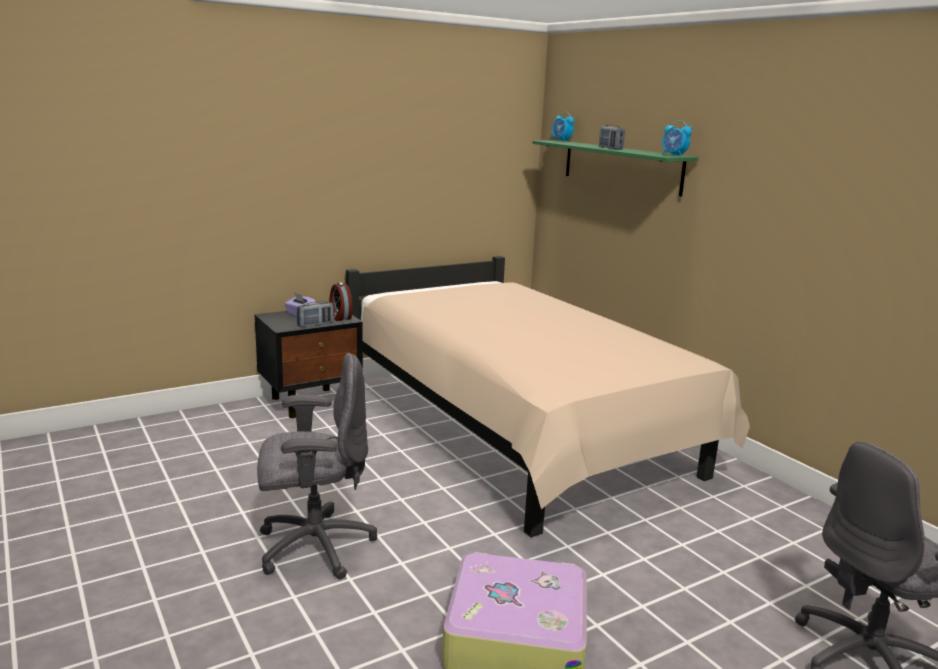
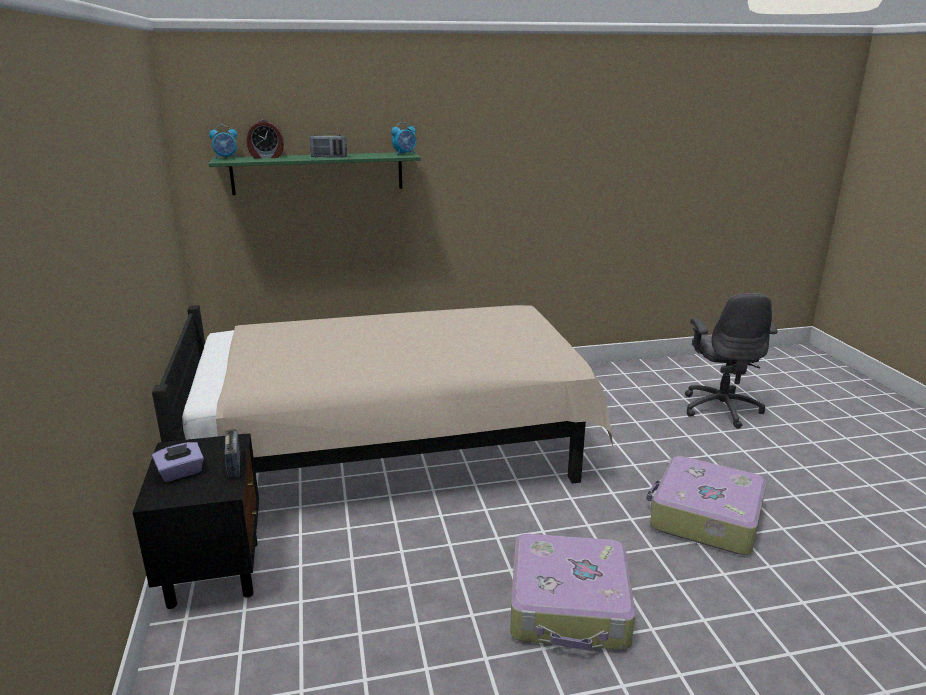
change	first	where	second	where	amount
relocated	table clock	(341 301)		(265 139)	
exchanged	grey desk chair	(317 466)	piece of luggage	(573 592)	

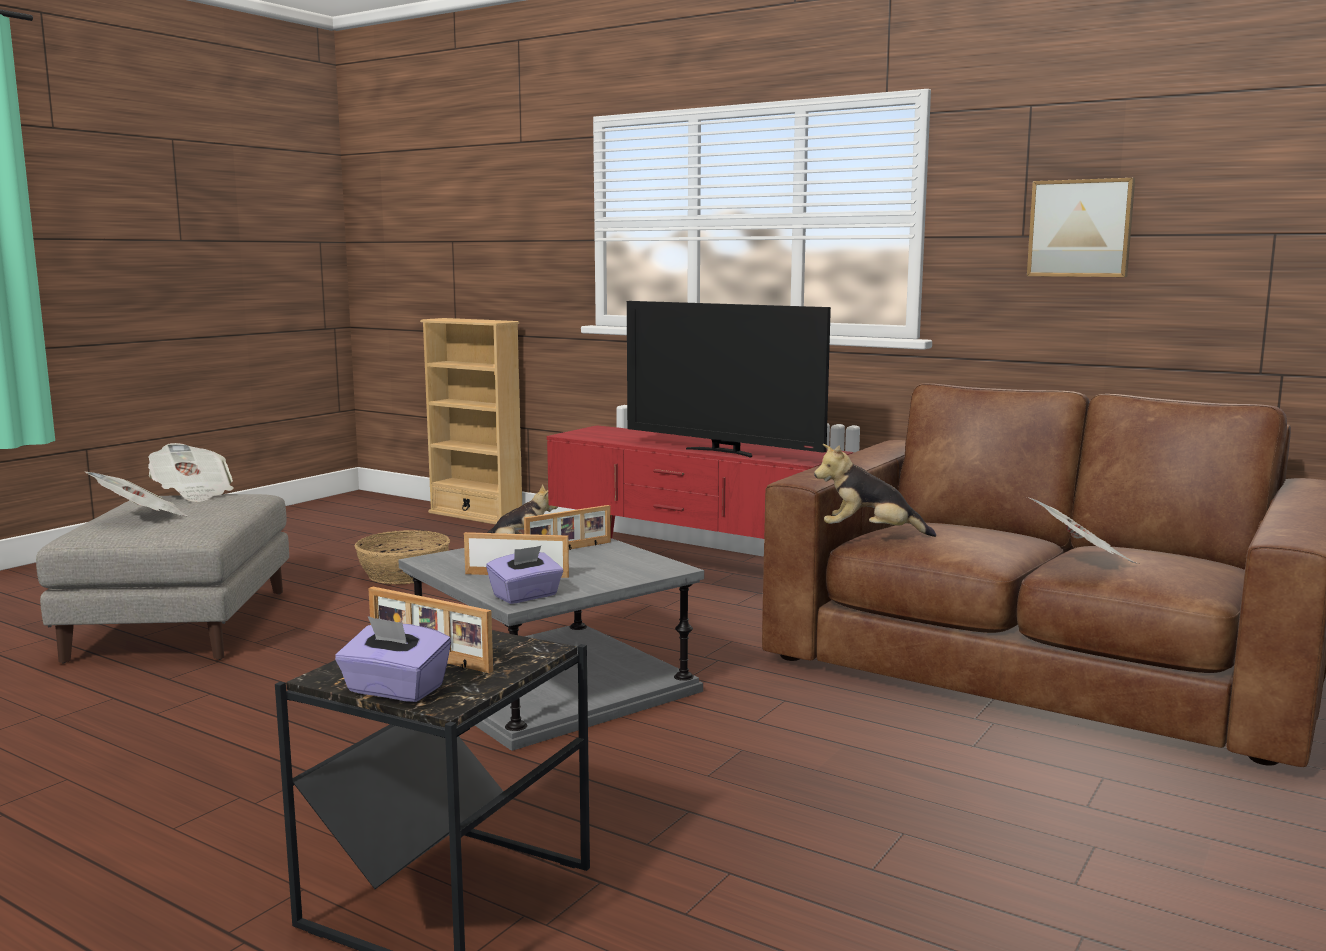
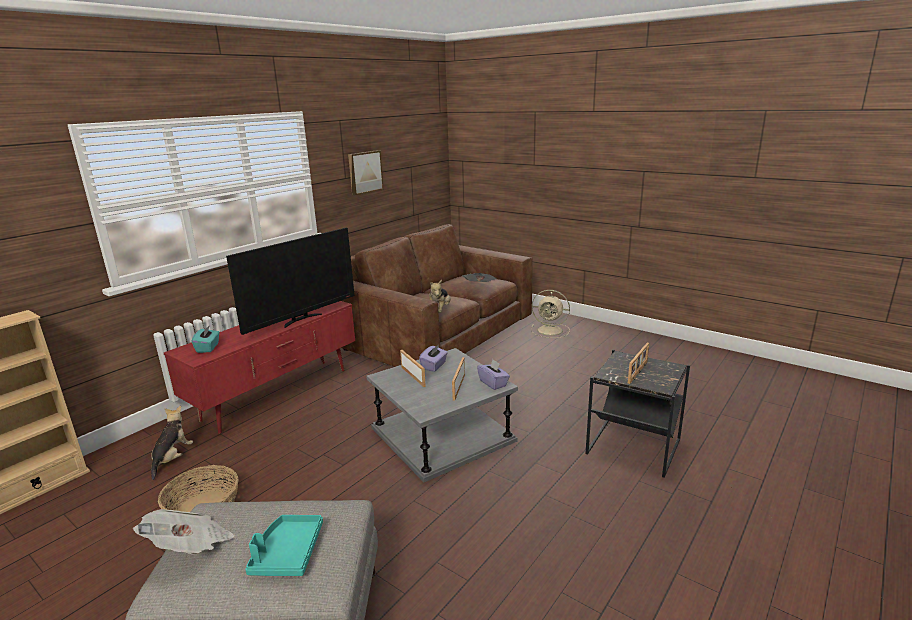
change	first	where	second	where	amount
appeared			blue-green tissue box	(205 339)	
exchanged	newspaper	(136 494)	blue-green carrying tray	(284 545)	
relocated	purple tissue box	(393 659)		(433 358)	
appeared			beige-coloured electric fan	(550 314)	

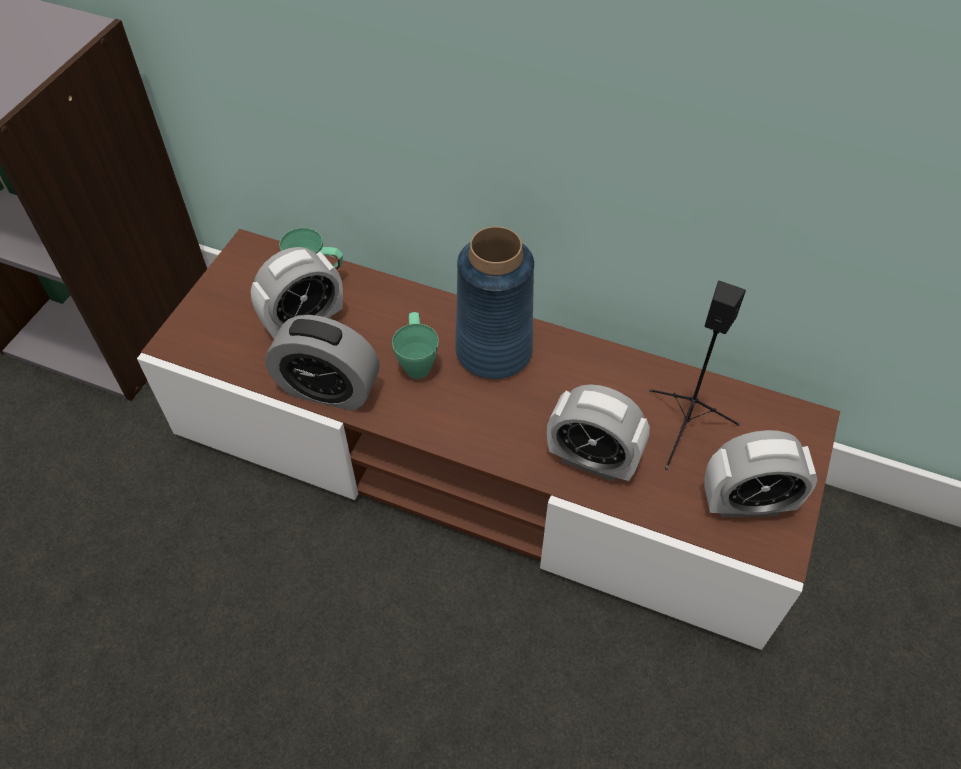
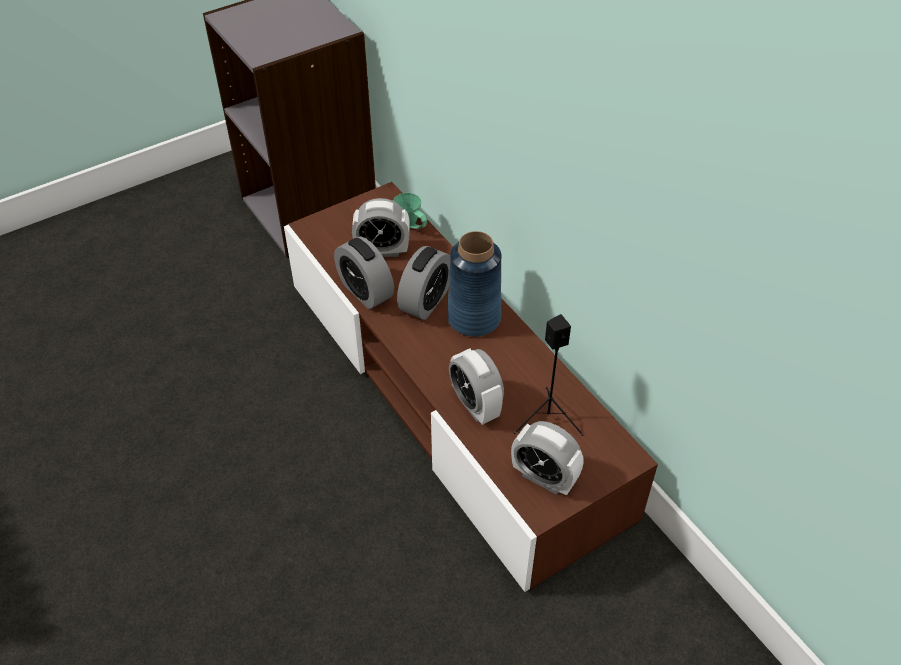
change	first	where	second	where	amount
exchanged	greenish coffee mug	(415 345)	table clock	(423 283)	

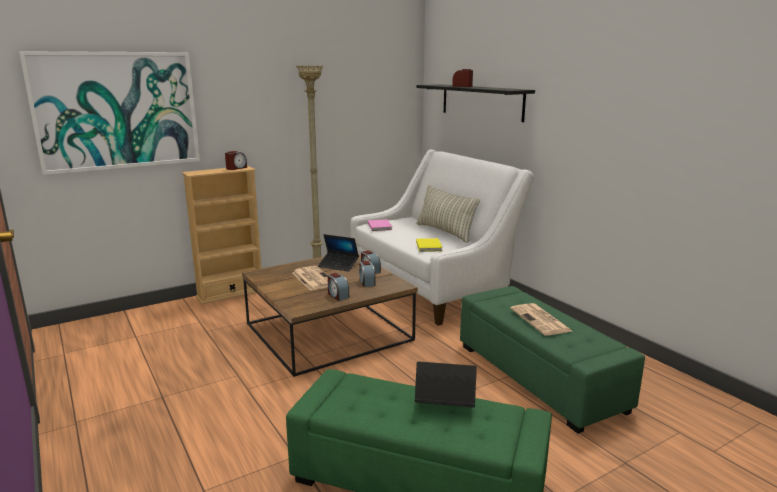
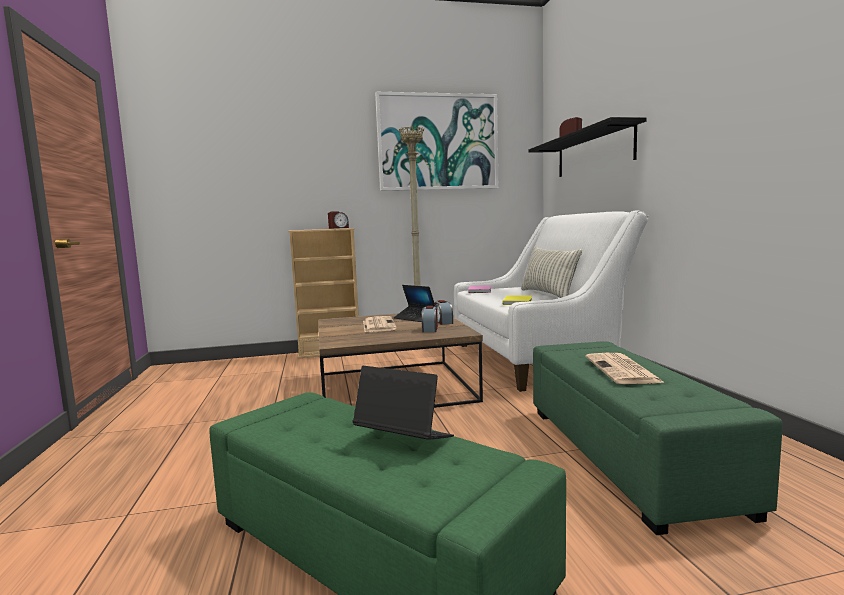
change	first	where	second	where	amount
relocated	wall art	(109 113)		(436 141)	
missing	table clock	(338 287)			

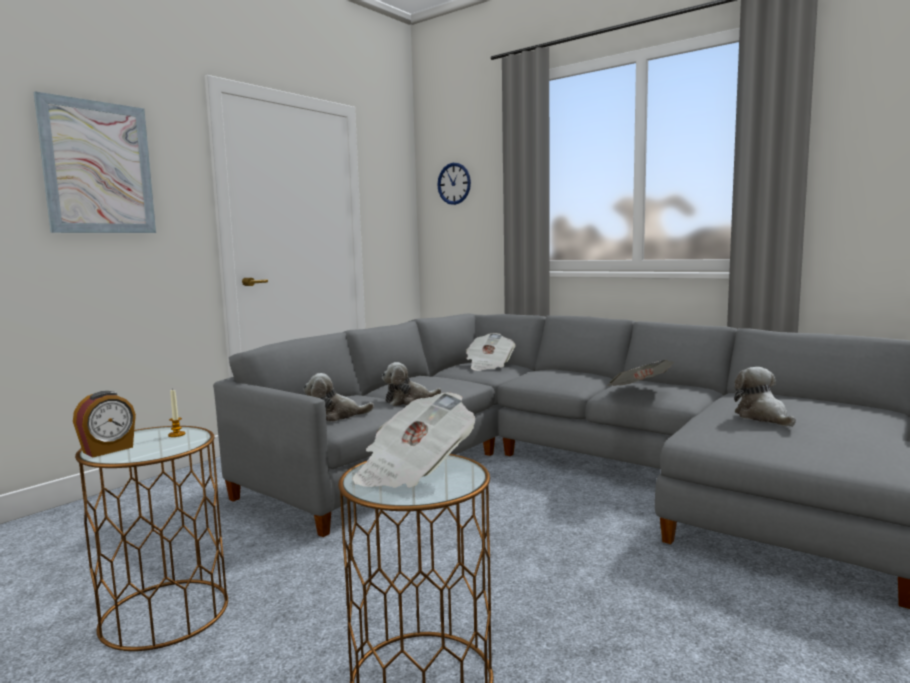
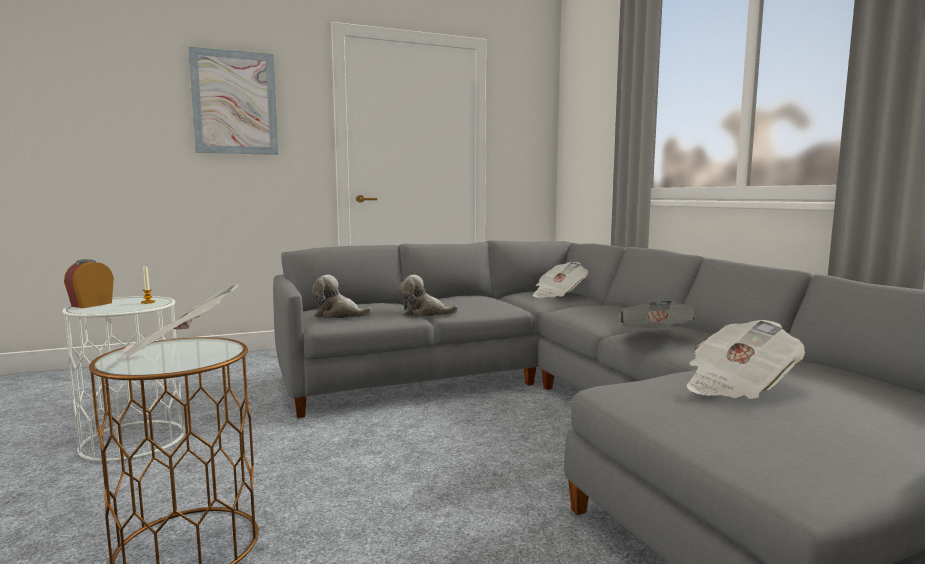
change	first	where	second	where	amount
colour	brown end table	(151 538)	white end table	(123 379)	
spun	table clock	(104 424)		(89 283)	135 degrees clockwise
exchanged	soft toy	(765 397)	newspaper	(746 359)	
missing	clock on the wall	(454 184)			

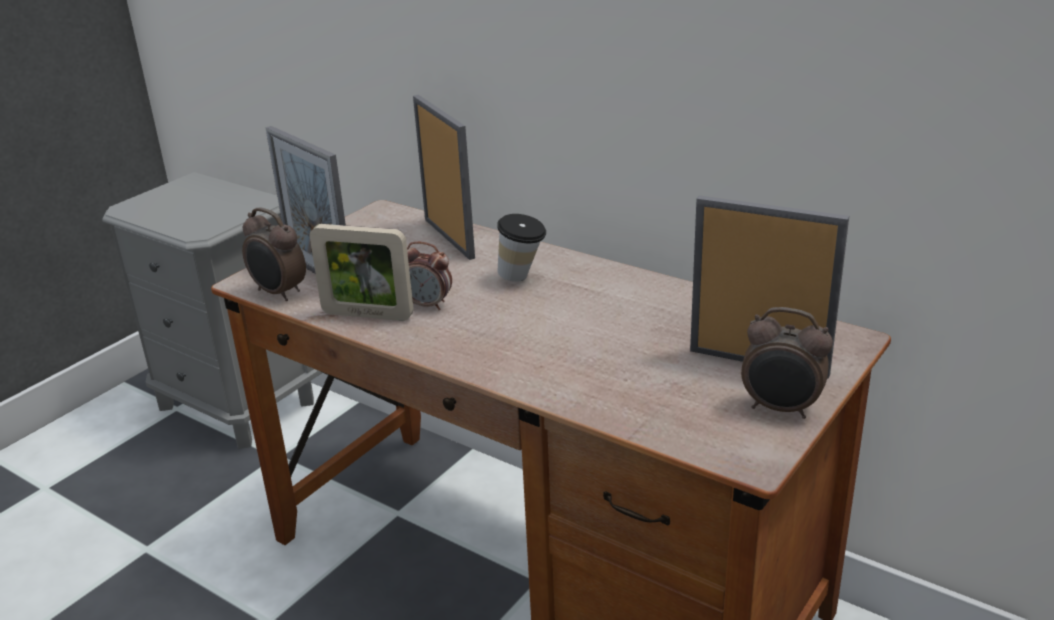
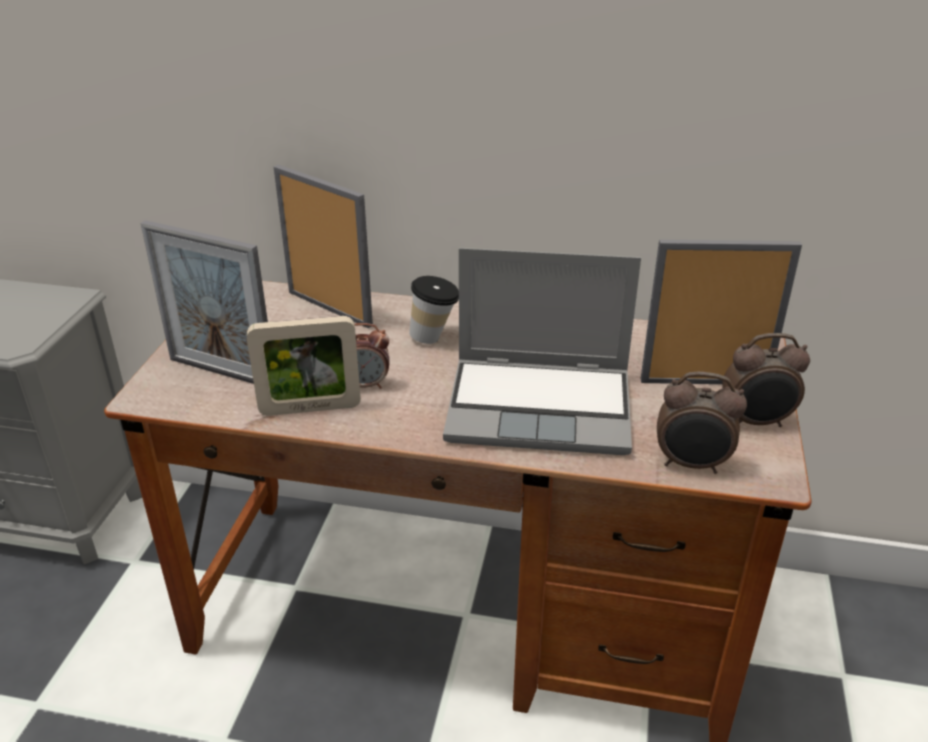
change	first	where	second	where	amount
appeared			portable computer	(542 351)	
relocated	table clock	(274 254)		(702 423)	

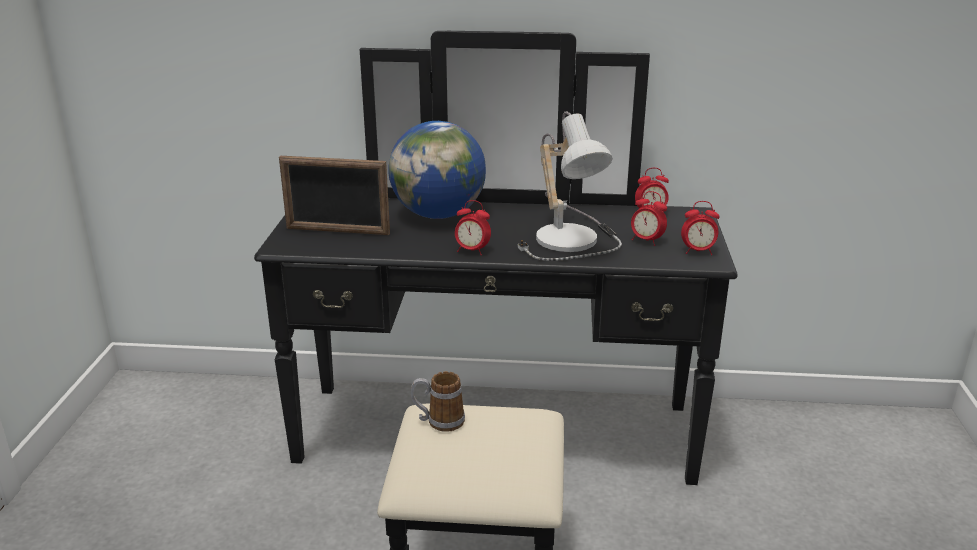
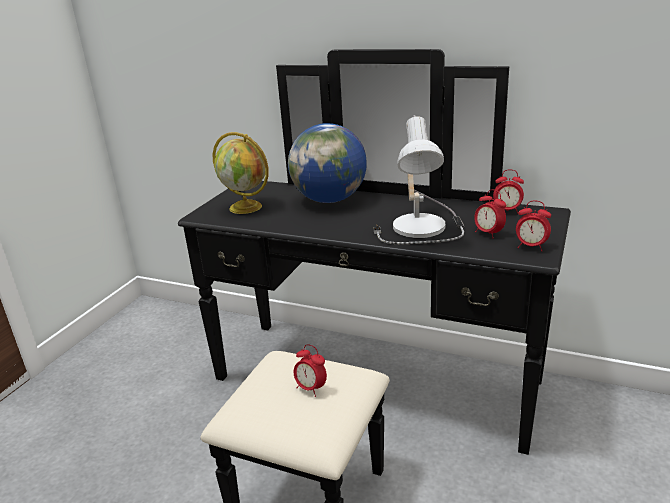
change	first	where	second	where	amount
exchanged	standing frame	(334 195)	globe	(240 173)	
relocated	table clock	(473 227)		(310 370)	
missing	coffee mug	(438 401)			

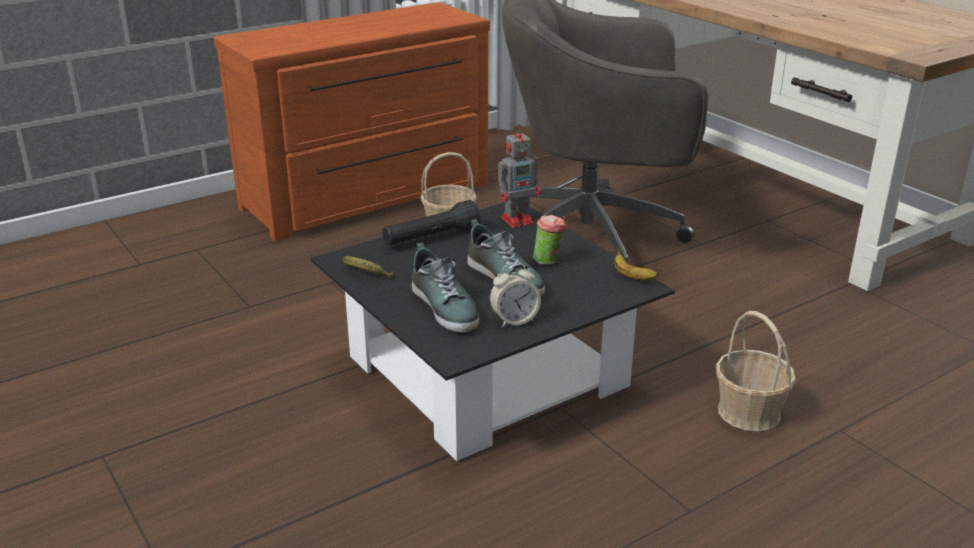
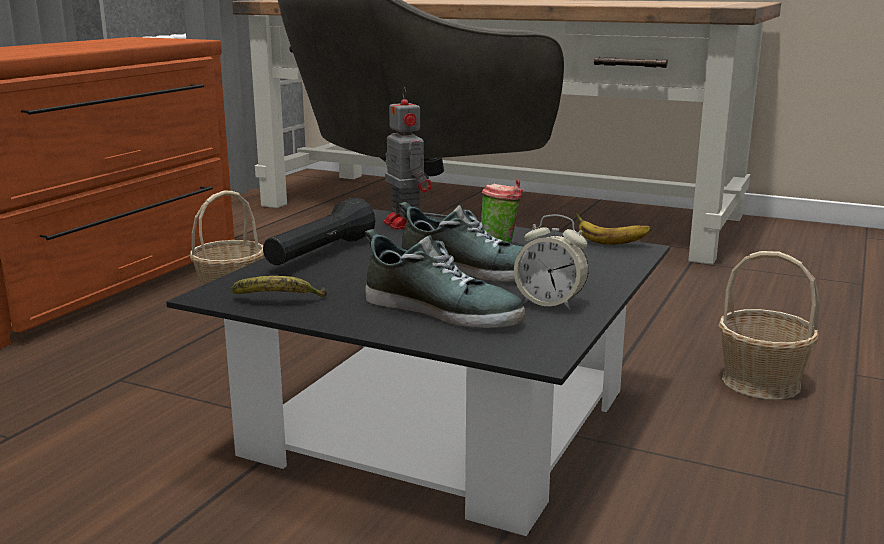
change	first	where	second	where	amount
spun	toy robot	(519 176)		(408 158)	60 degrees counterclockwise
spun	table clock	(515 295)		(551 262)	75 degrees clockwise

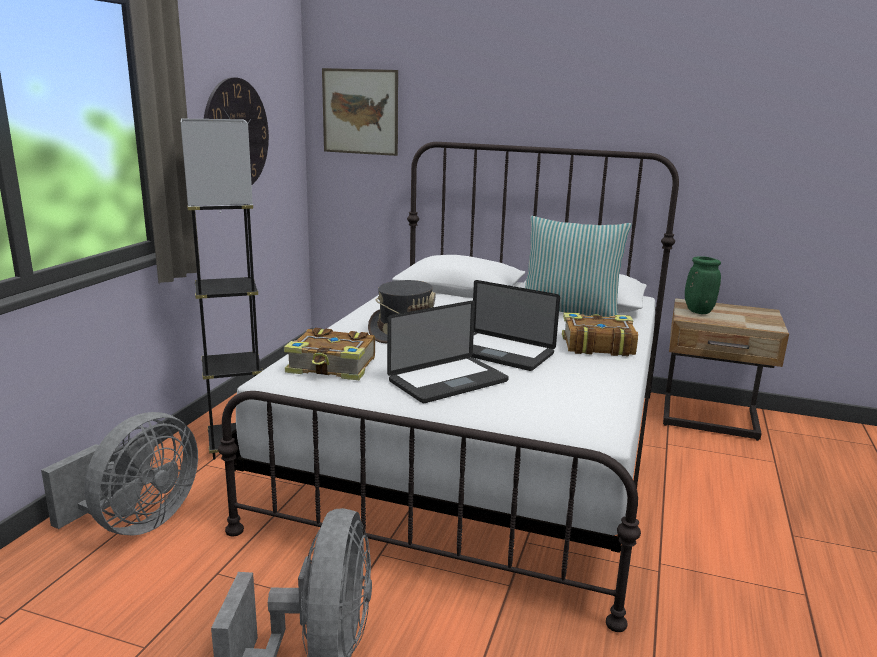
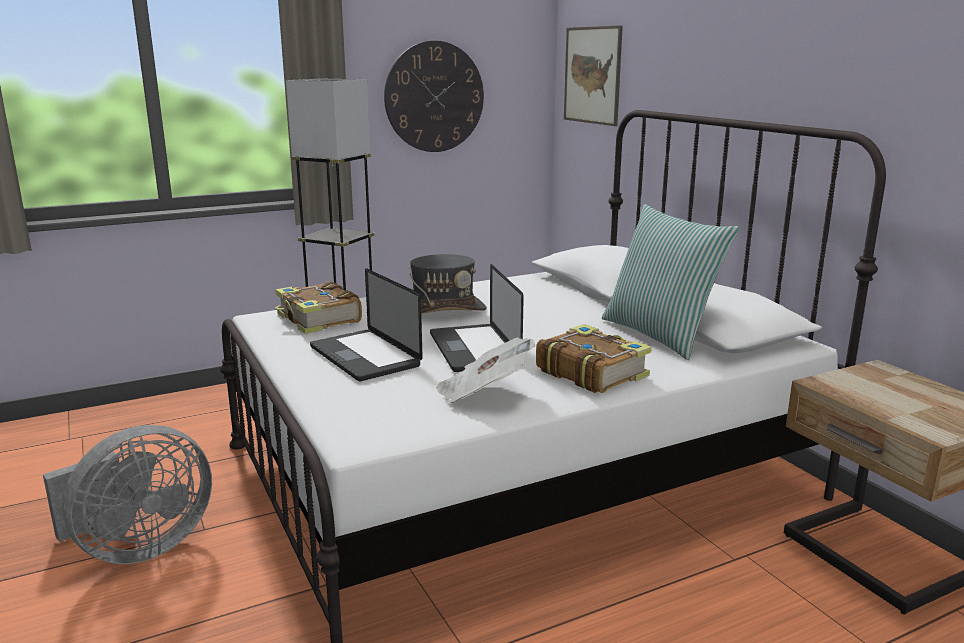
change	first	where	second	where	amount
spun	portable computer	(448 352)		(366 324)	45 degrees clockwise
appeared			newspaper	(485 370)	
missing	grey electric fan	(119 473)			
missing	greenish flower vase	(703 285)			

